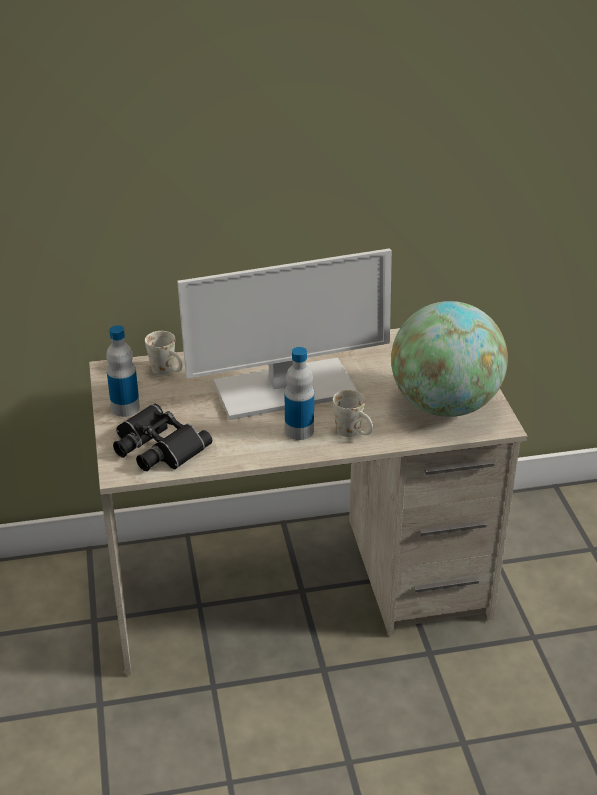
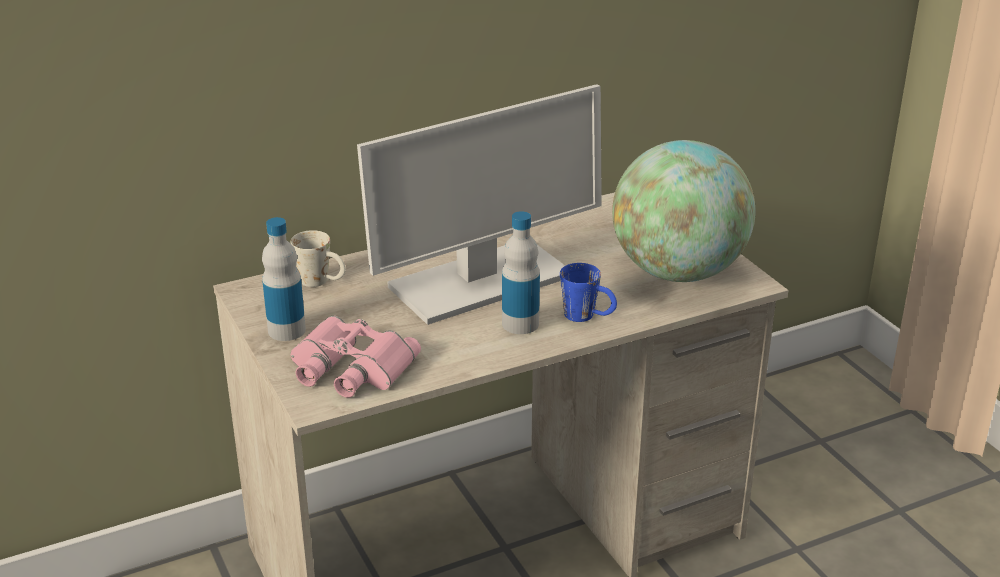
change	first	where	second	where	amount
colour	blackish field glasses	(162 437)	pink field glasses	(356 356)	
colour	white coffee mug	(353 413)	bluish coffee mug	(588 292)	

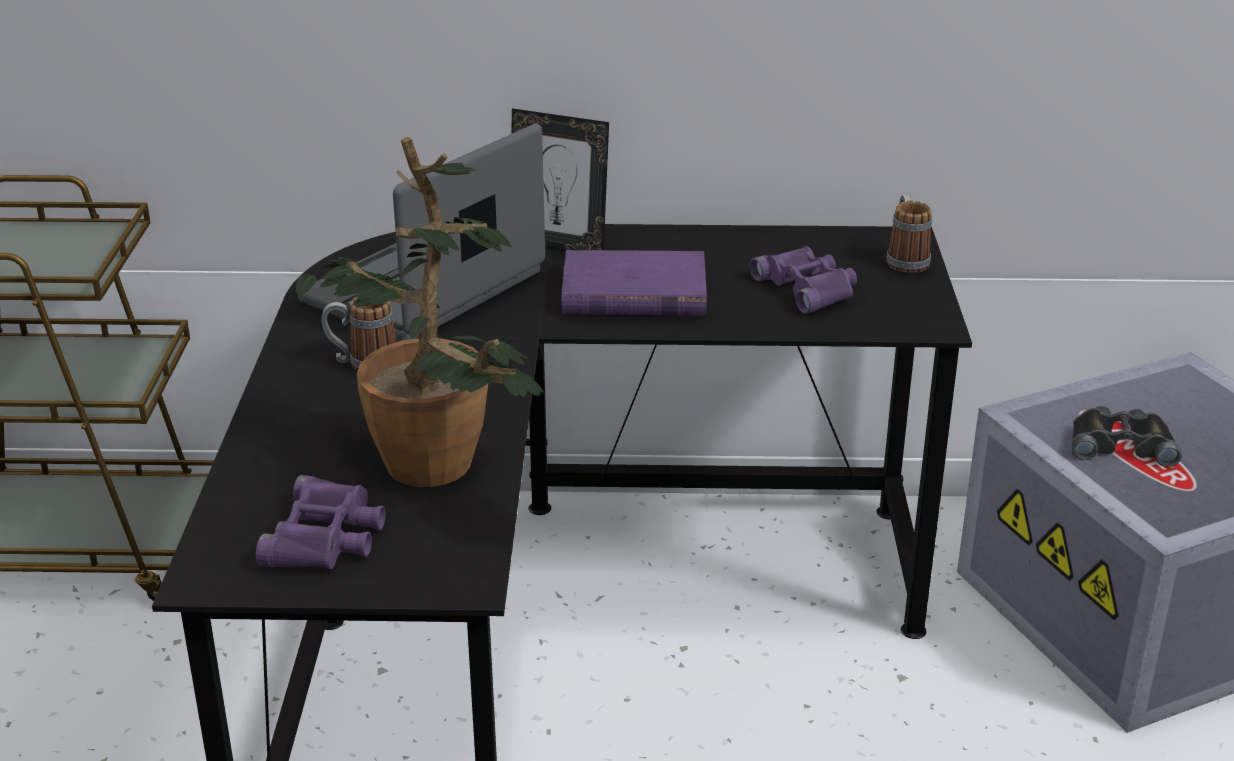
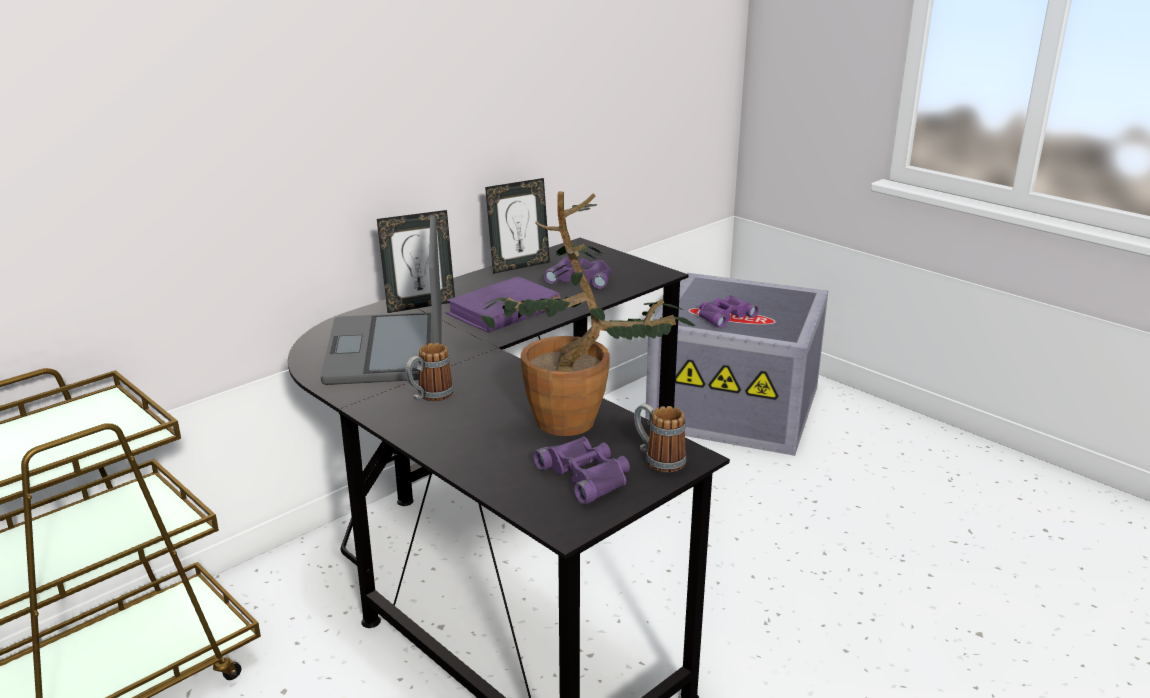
change	first	where	second	where	amount
appeared			standing frame	(517 226)	
relocated	coffee mug	(909 234)		(660 438)	
colour	blackish field glasses	(1126 436)	purple field glasses	(729 311)	

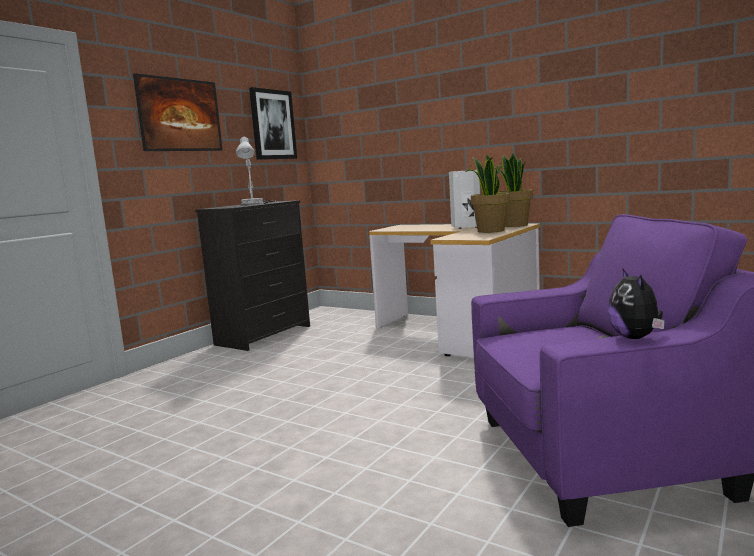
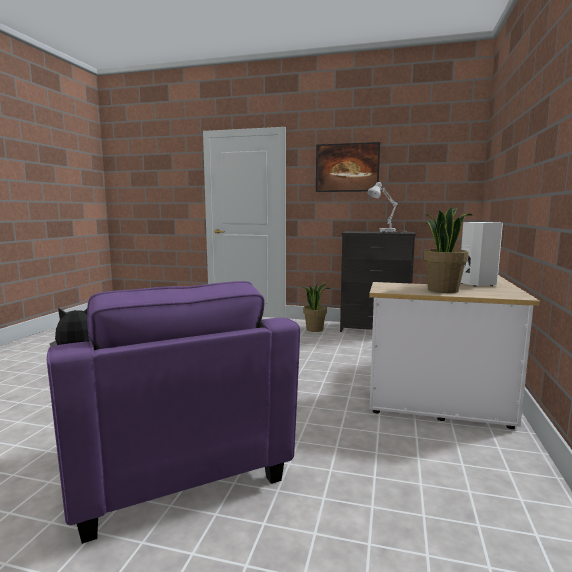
change	first	where	second	where	amount
relocated	plant in a pot	(513 190)		(316 307)	
missing	wall art	(273 123)			

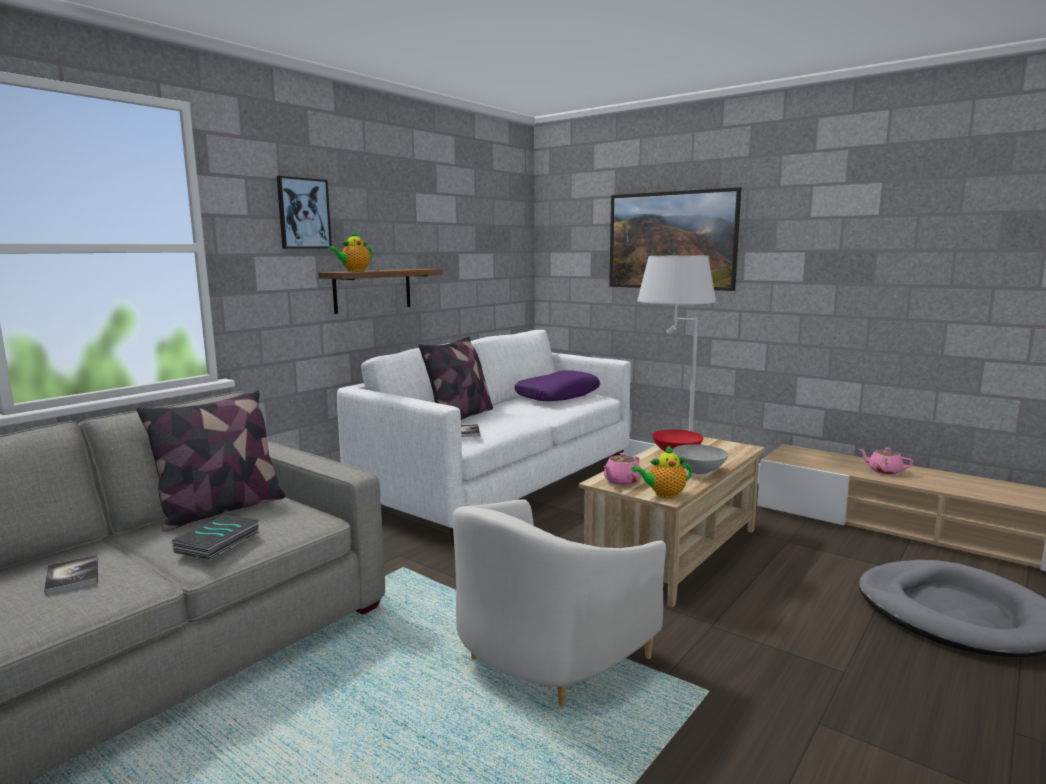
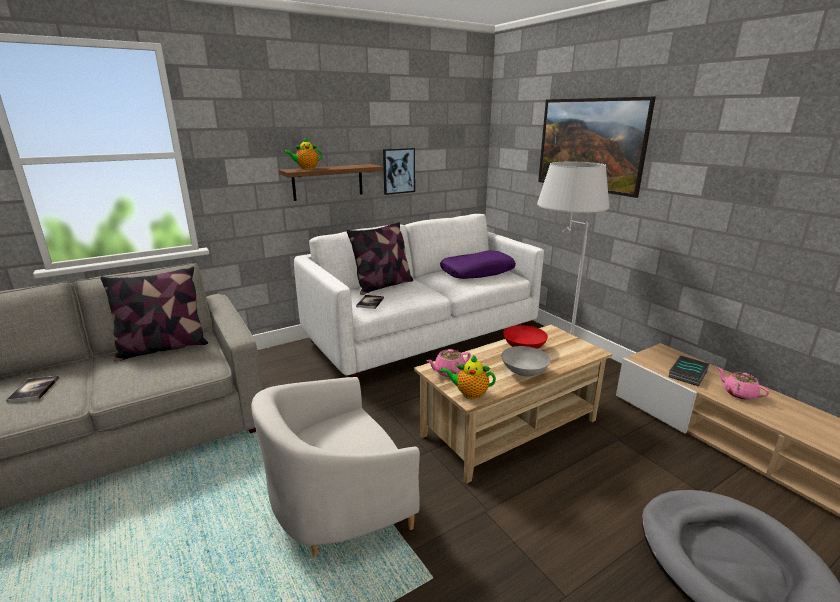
change	first	where	second	where	amount
relocated	wall art	(304 212)		(399 171)	
relocated	book	(216 537)		(689 371)	

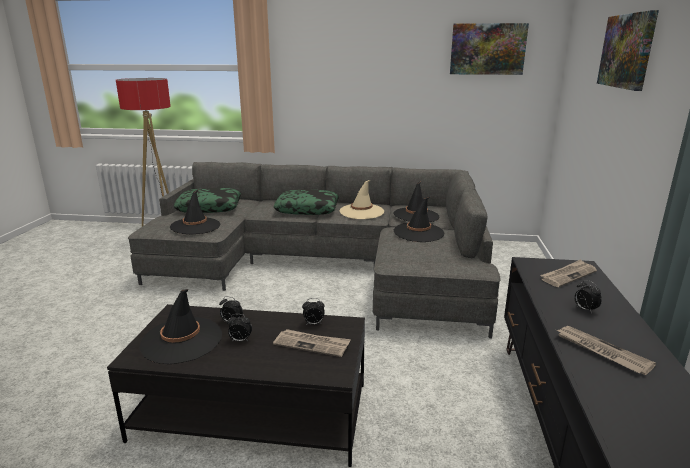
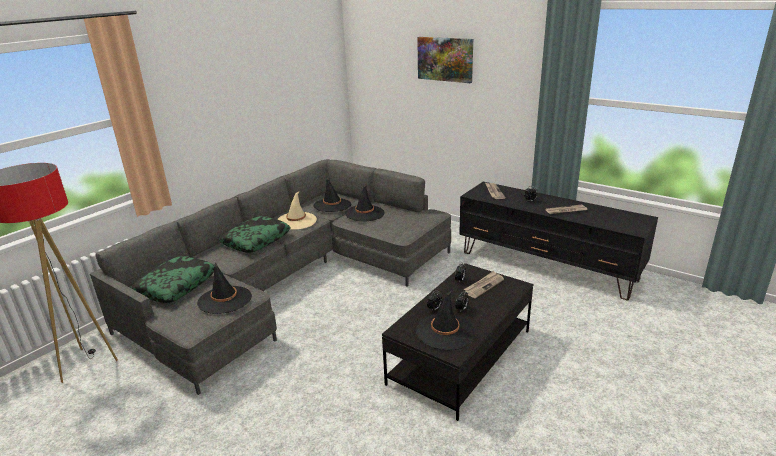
change	first	where	second	where	amount
missing	wall art	(489 49)			

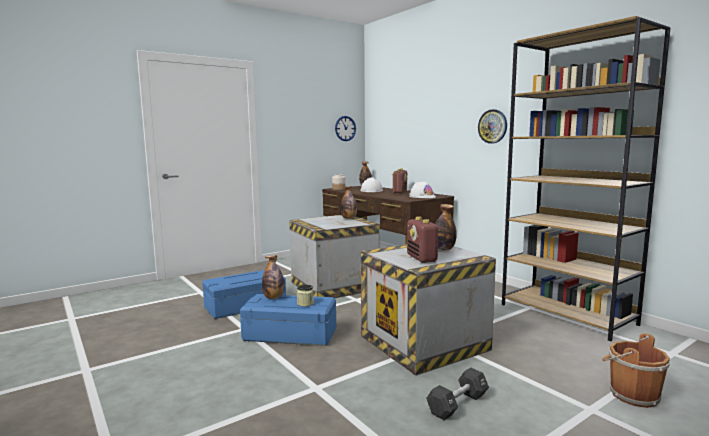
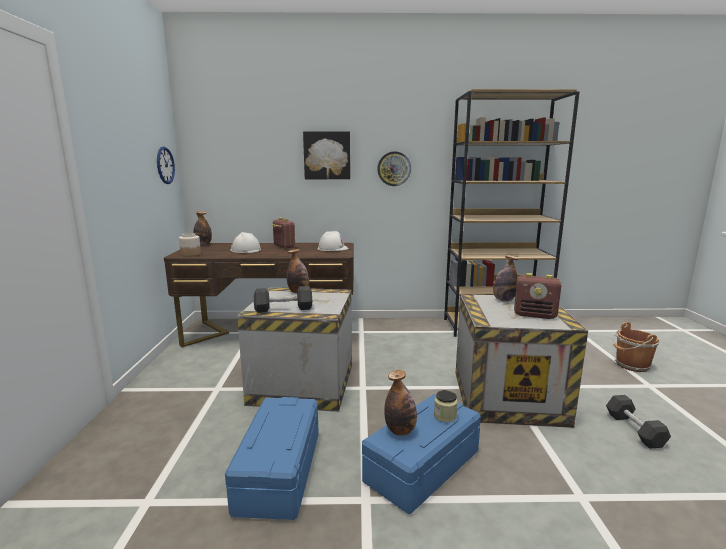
change	first	where	second	where	amount
appeared			blackish free weight	(283 299)	
appeared			wall art	(326 155)	

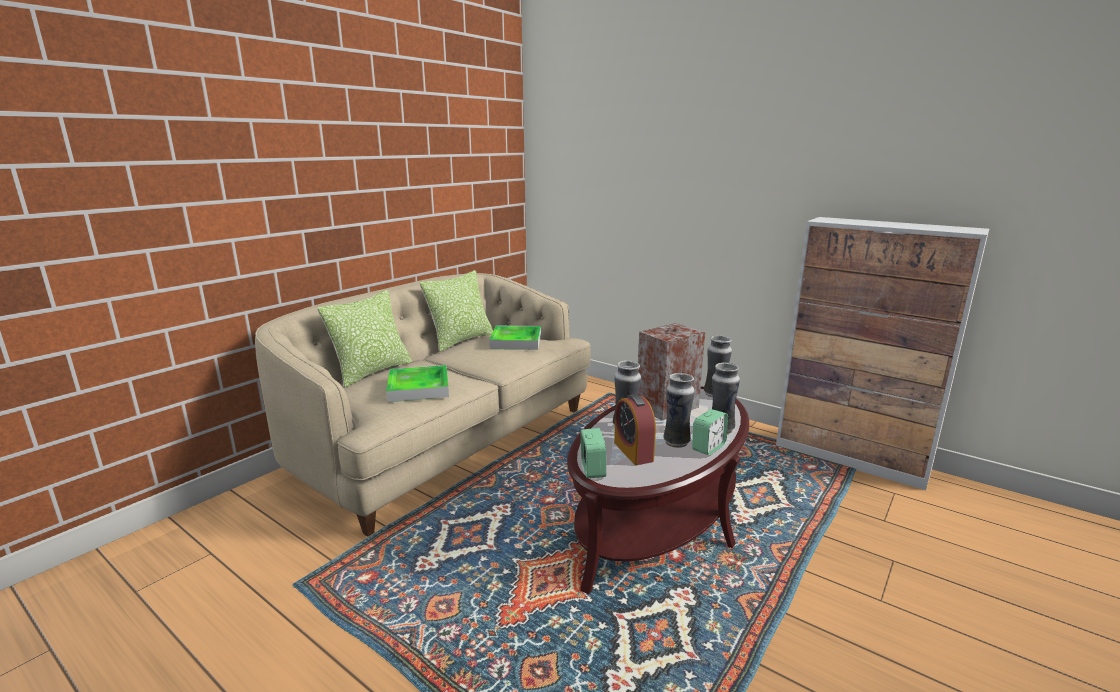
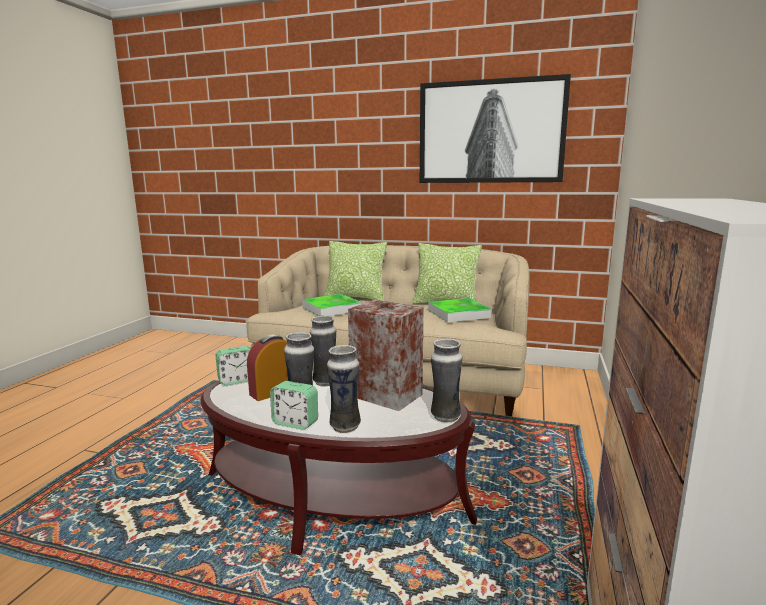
change	first	where	second	where	amount
appeared			wall art	(495 128)	

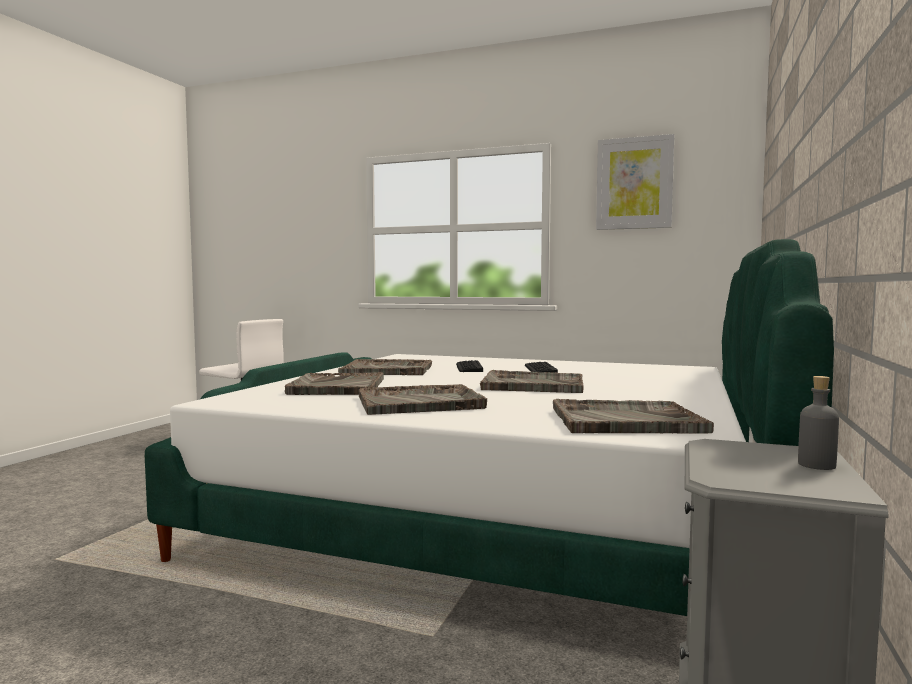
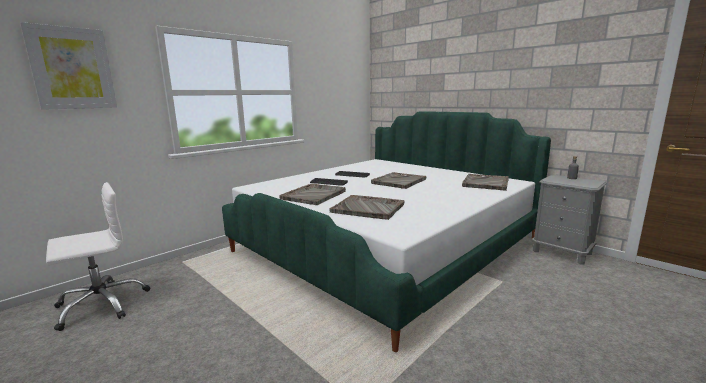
change	first	where	second	where	amount
relocated	wall art	(635 182)		(68 66)	
missing	grey carrying tray	(423 399)			

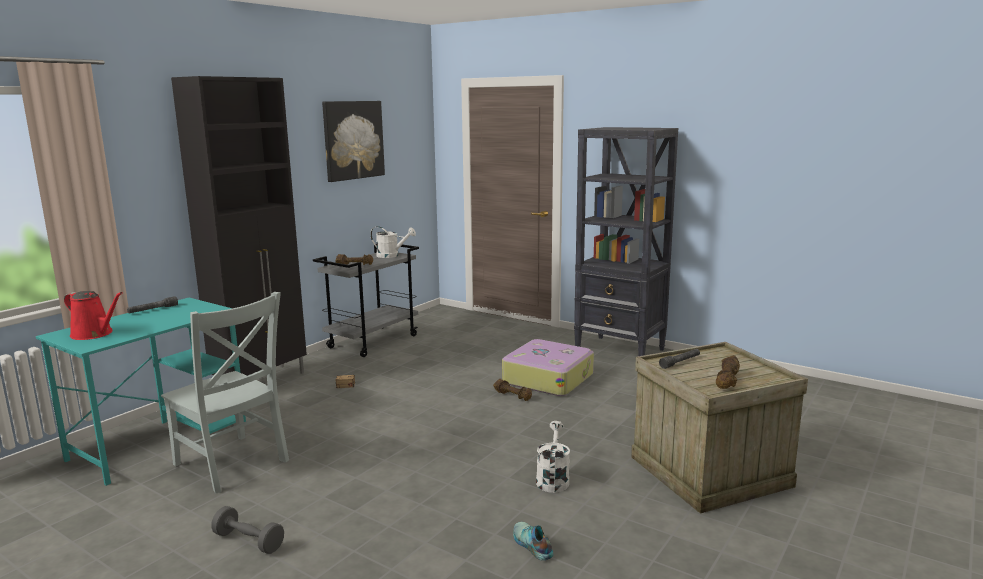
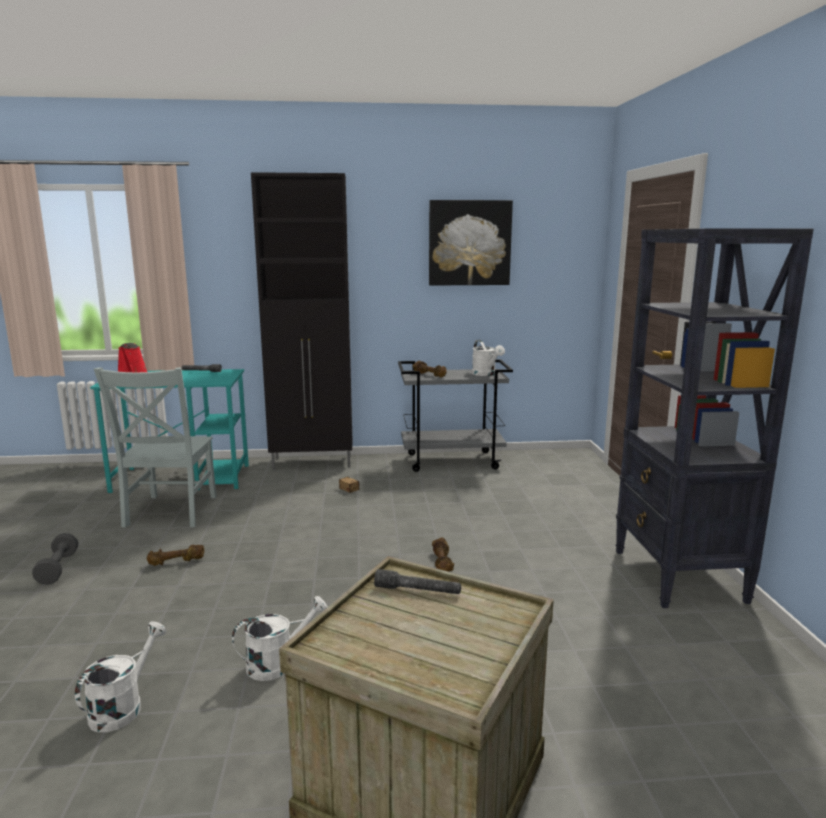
change	first	where	second	where	amount
exchanged	shoe	(533 541)	white sprinkling can	(120 677)	
relocated	brown free weight	(728 372)		(175 555)	
missing	piece of luggage	(548 367)			

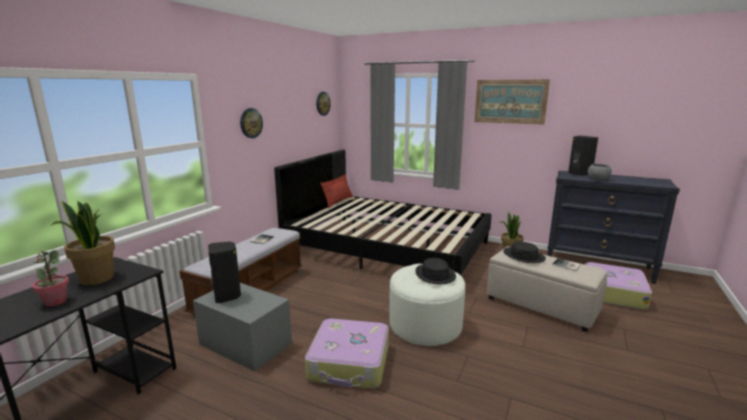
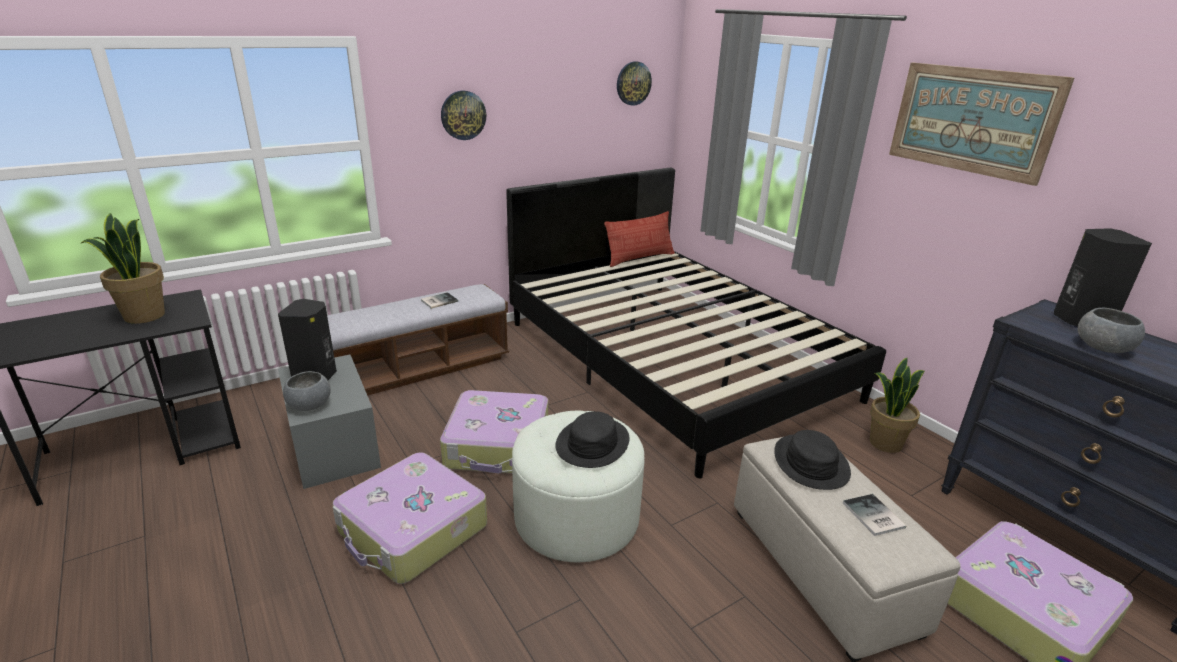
change	first	where	second	where	amount
appeared			grey serving bowl	(307 391)	
appeared			piece of luggage	(494 432)	
missing	plant in a pot	(50 278)			

